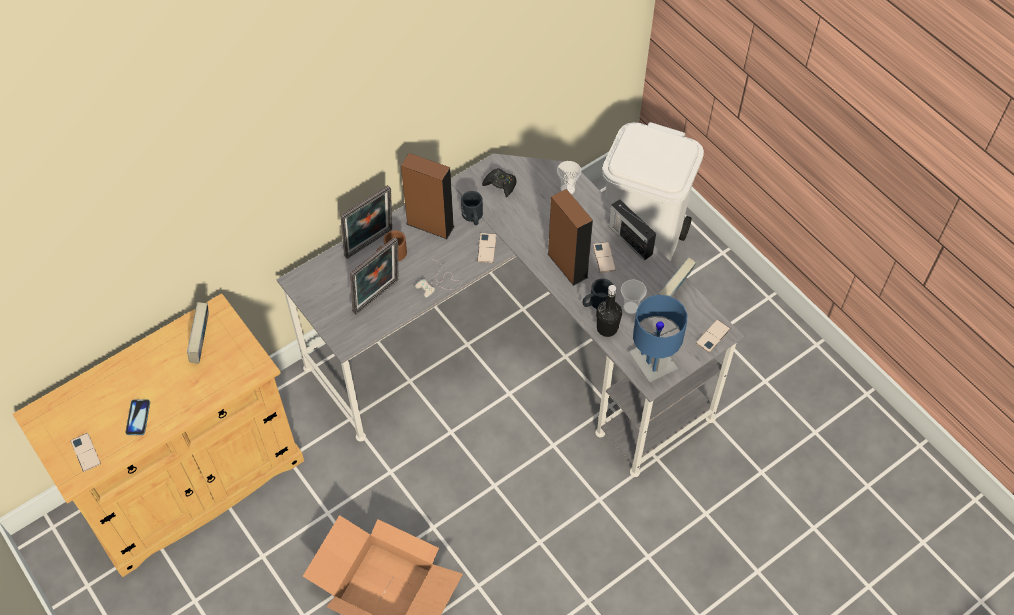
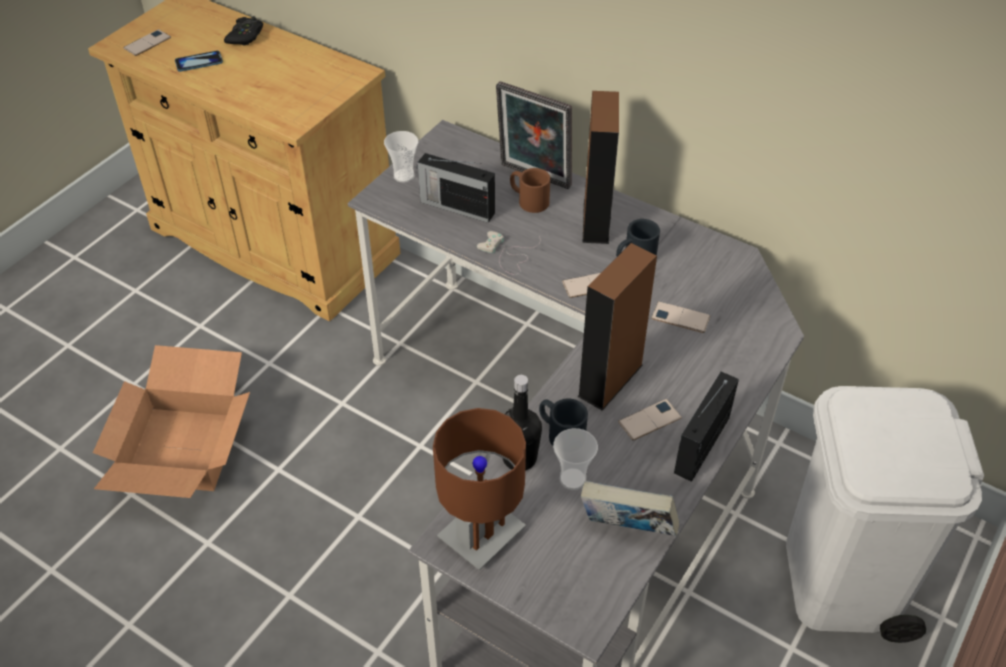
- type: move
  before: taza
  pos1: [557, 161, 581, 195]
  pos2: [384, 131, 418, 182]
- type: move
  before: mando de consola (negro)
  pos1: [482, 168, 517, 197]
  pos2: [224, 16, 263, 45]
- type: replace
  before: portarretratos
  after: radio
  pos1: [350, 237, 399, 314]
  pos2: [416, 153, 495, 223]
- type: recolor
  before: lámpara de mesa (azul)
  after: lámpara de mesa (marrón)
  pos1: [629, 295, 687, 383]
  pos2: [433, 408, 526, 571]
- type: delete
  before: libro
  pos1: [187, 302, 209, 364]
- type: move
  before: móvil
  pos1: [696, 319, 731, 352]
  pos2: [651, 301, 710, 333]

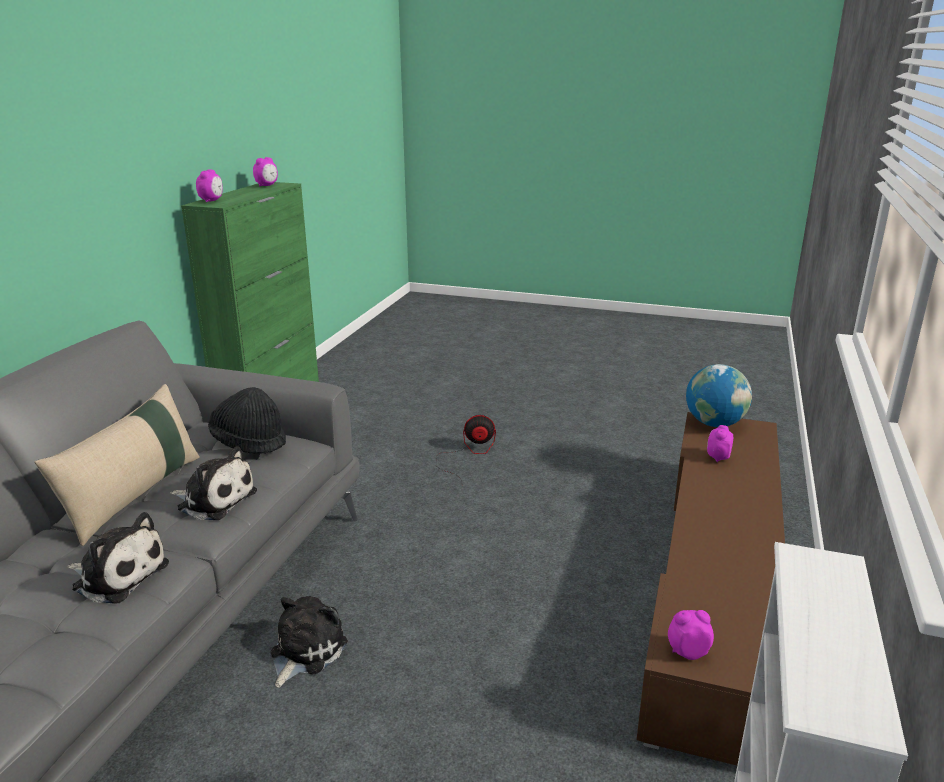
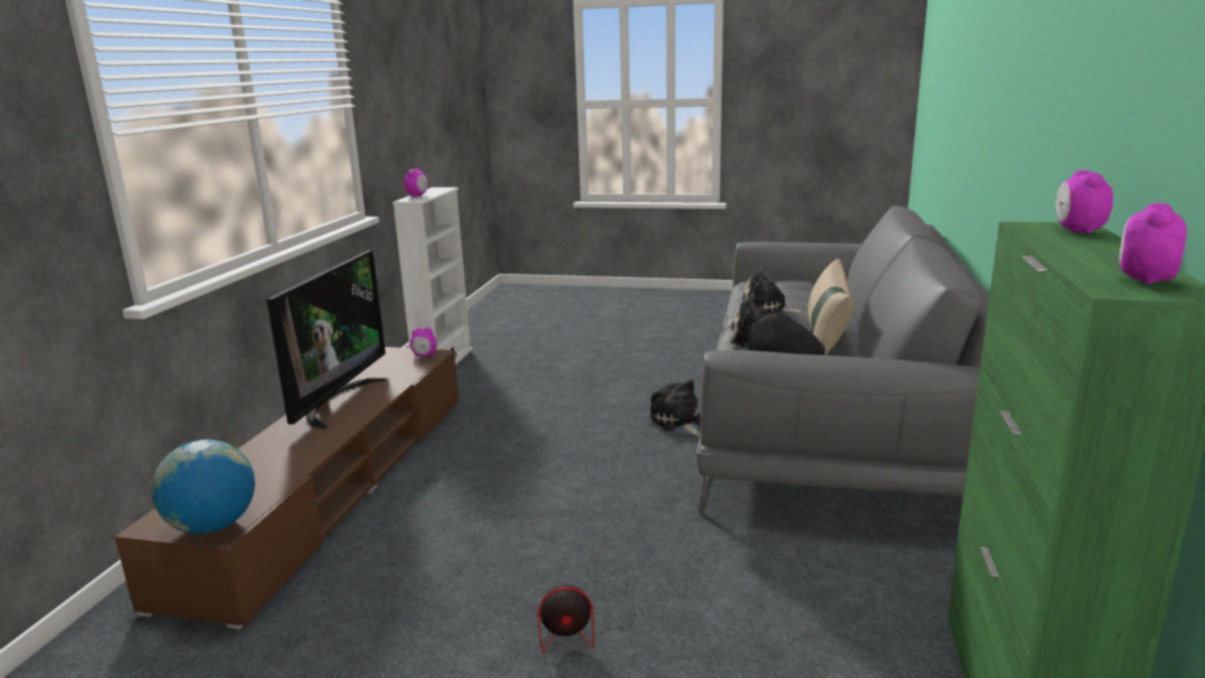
- type: move
  before: despertador
  pos1: [707, 425, 733, 462]
  pos2: [404, 169, 428, 197]
- type: rotate
  before: peluche
  pos1: [270, 596, 348, 688]
  pos2: [650, 379, 701, 436]
  turn: 135
- type: insert
  after: televisor
  pos2: [267, 250, 386, 430]

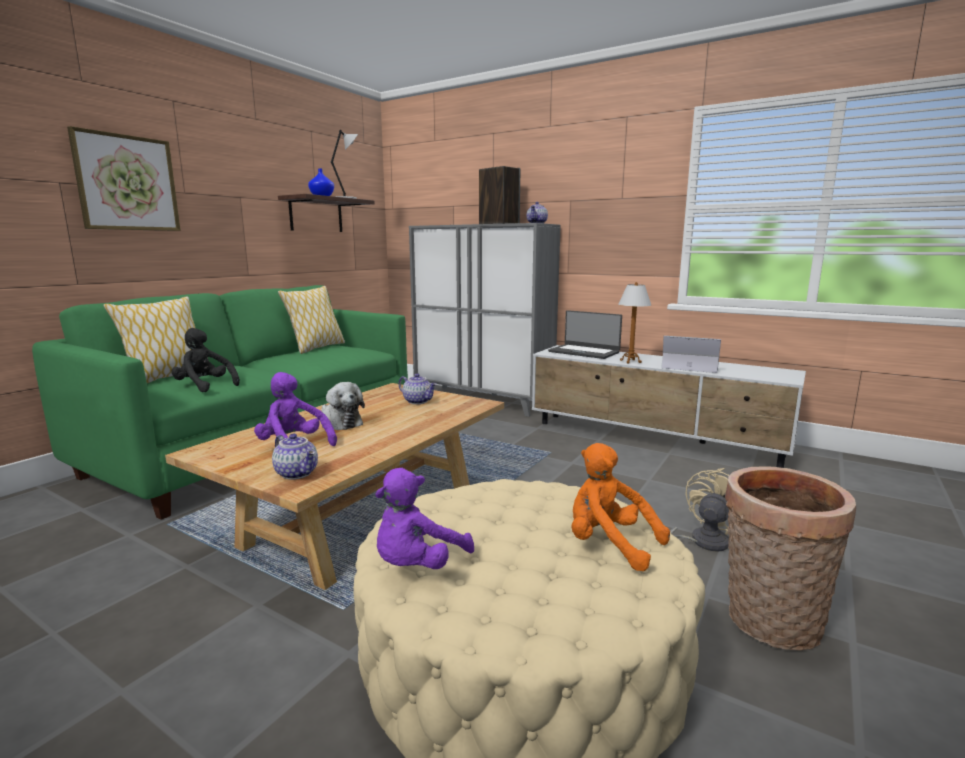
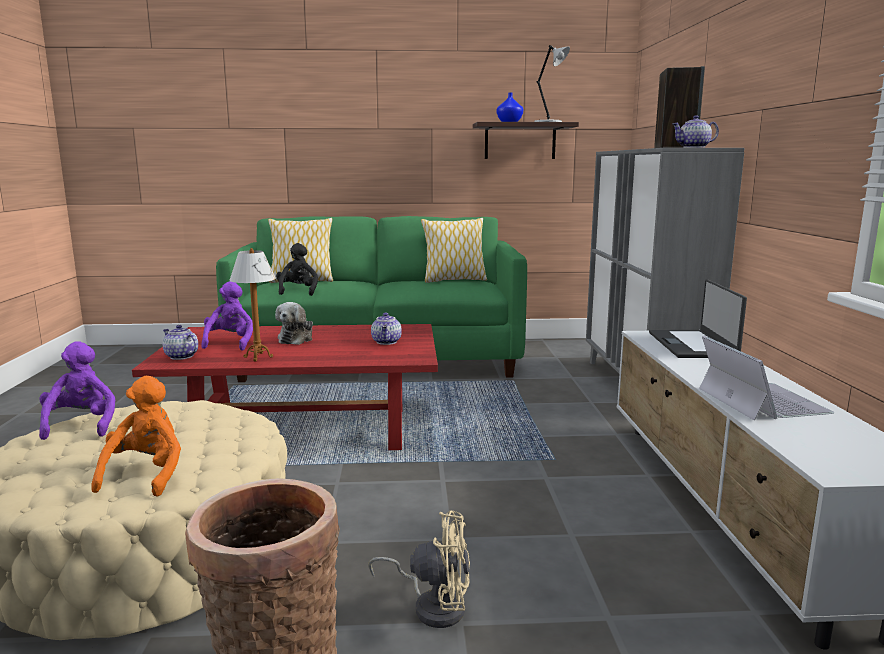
- type: delete
  before: cuadro
  pos1: [67, 126, 181, 231]
- type: move
  before: lámpara de mesa
  pos1: [618, 282, 651, 364]
  pos2: [229, 248, 276, 361]
- type: recolor
  before: mesa de centro (beis)
  after: mesa de centro (rojo)
  pos1: [165, 383, 504, 590]
  pos2: [132, 324, 438, 450]
- type: rotate
  before: tetera
  pos1: [272, 434, 318, 480]
  pos2: [163, 325, 198, 360]
  turn: 120
- type: rotate
  before: peluche (morado)
  pos1: [375, 468, 474, 569]
  pos2: [39, 341, 115, 440]
  turn: 75

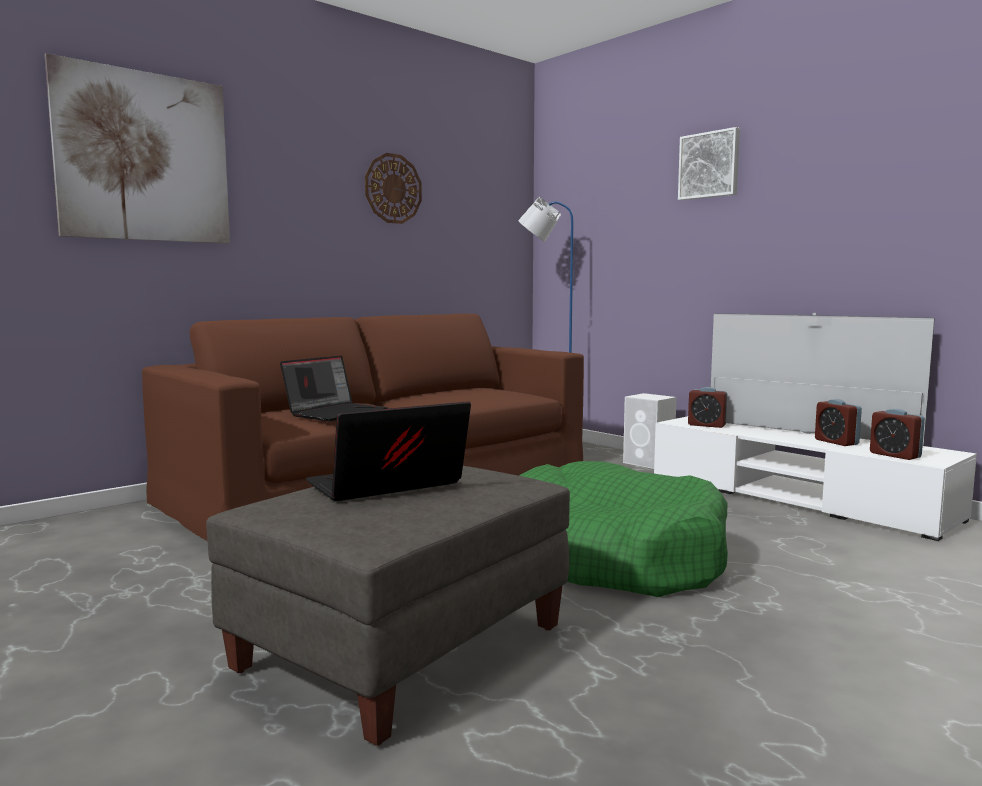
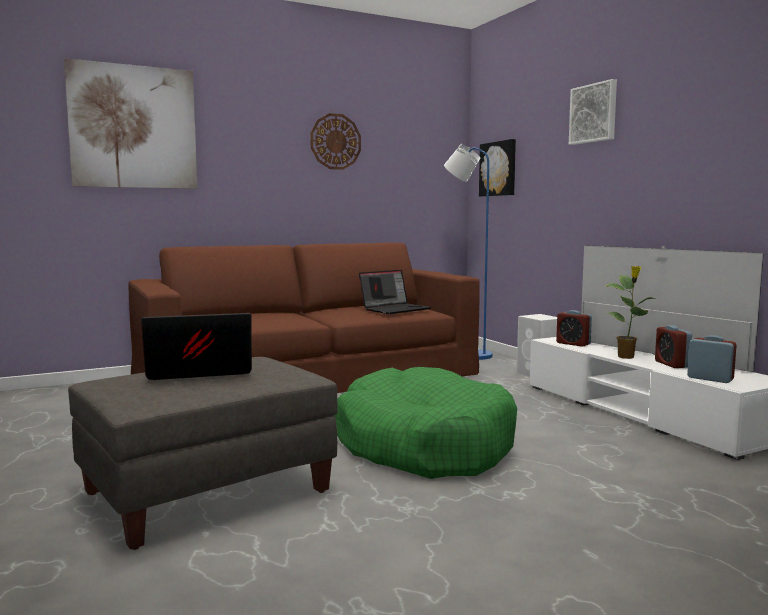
- type: move
  before: portátil
  pos1: [280, 355, 388, 421]
  pos2: [359, 270, 431, 314]
- type: rotate
  before: despertador
  pos1: [870, 409, 925, 460]
  pos2: [687, 335, 737, 383]
  turn: 150
- type: insert
  after: cuadro
  pos2: [479, 139, 516, 197]
- type: insert
  after: planta en maceta
  pos2: [604, 266, 657, 359]

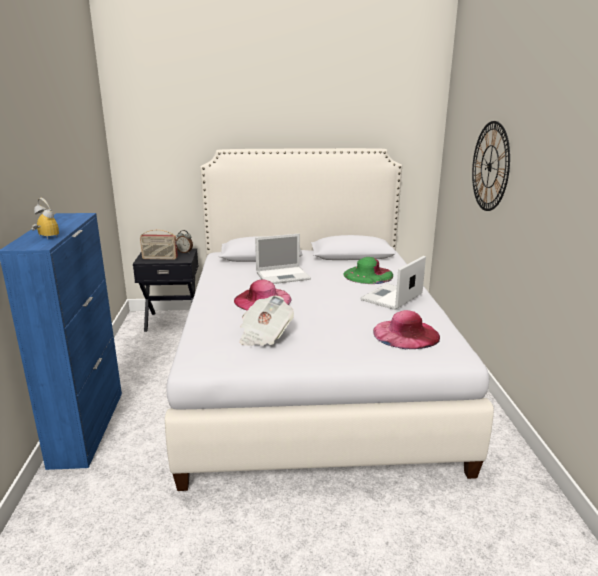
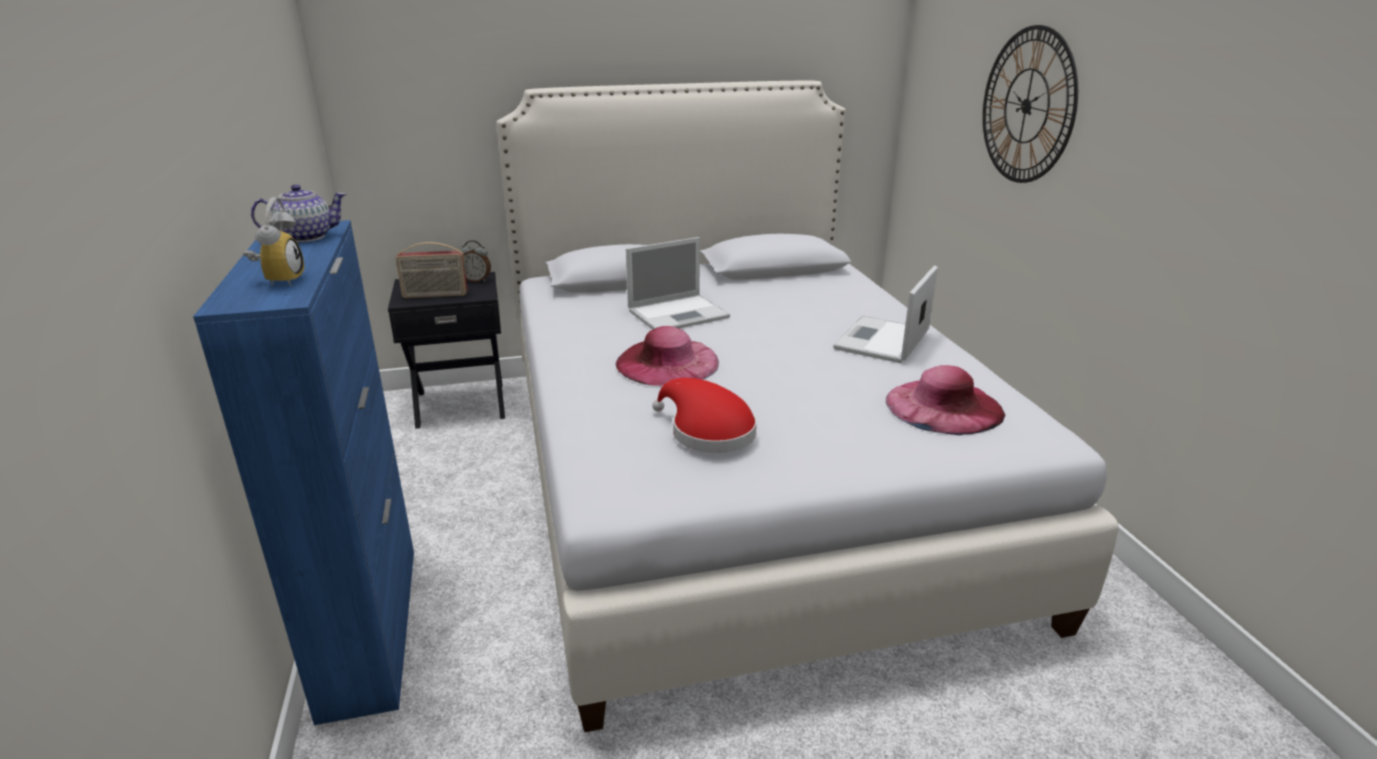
- type: rotate
  before: despertador
  pos1: [31, 198, 59, 240]
  pos2: [243, 197, 304, 286]
  turn: 60
- type: delete
  before: sombrero (verde)
  pos1: [343, 257, 393, 284]
- type: replace
  before: periódico
  after: sombrero (rojo)
  pos1: [240, 296, 294, 346]
  pos2: [652, 378, 757, 453]
- type: insert
  after: tetera
  pos2: [251, 184, 347, 242]

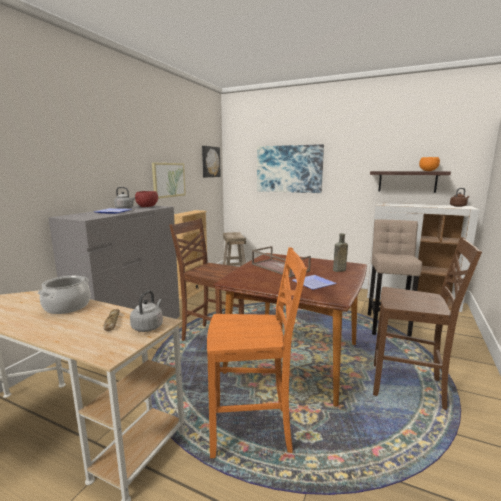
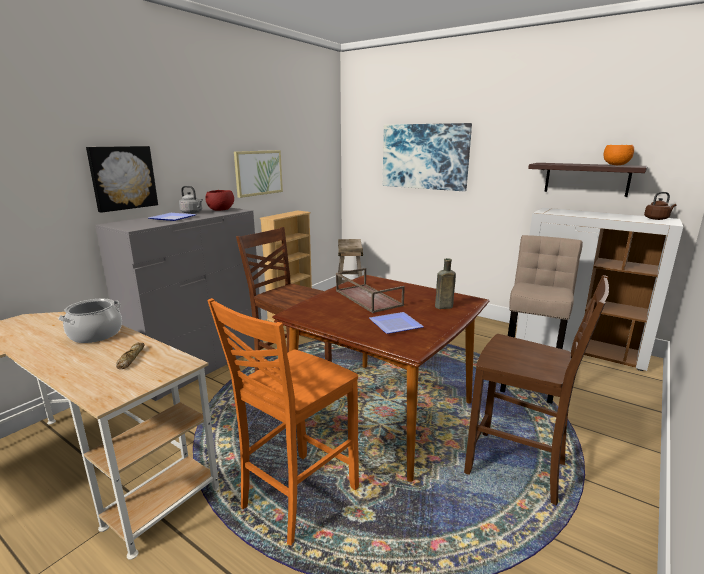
- type: move
  before: cuadro
  pos1: [202, 146, 221, 177]
  pos2: [86, 146, 158, 213]
- type: rotate
  before: silla (naranja)
  pos1: [207, 247, 307, 458]
  pos2: [207, 298, 359, 545]
  turn: 120
- type: delete
  before: hervidor (gris)
  pos1: [130, 290, 163, 332]

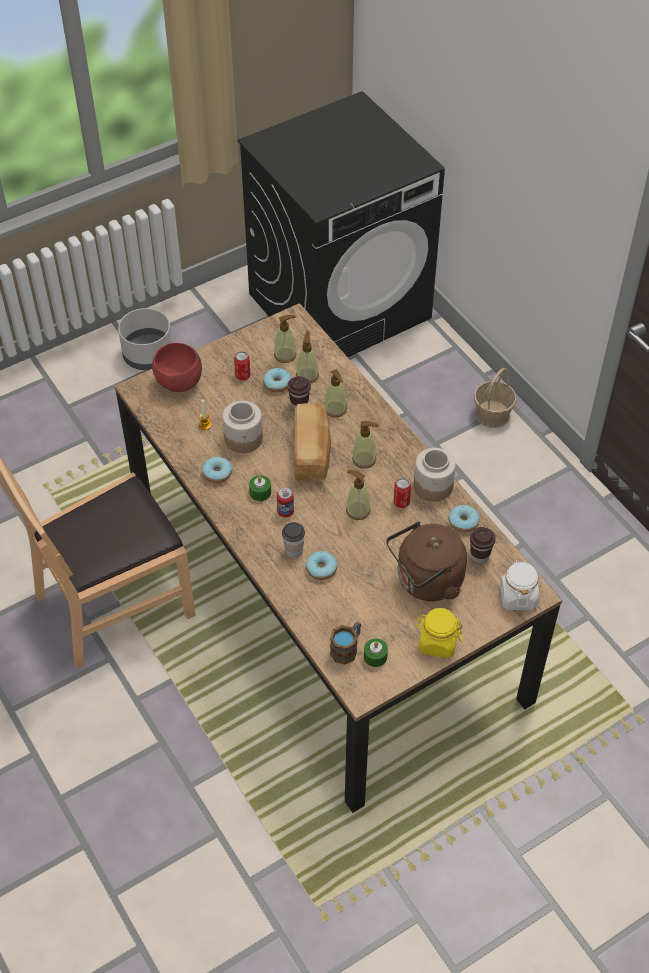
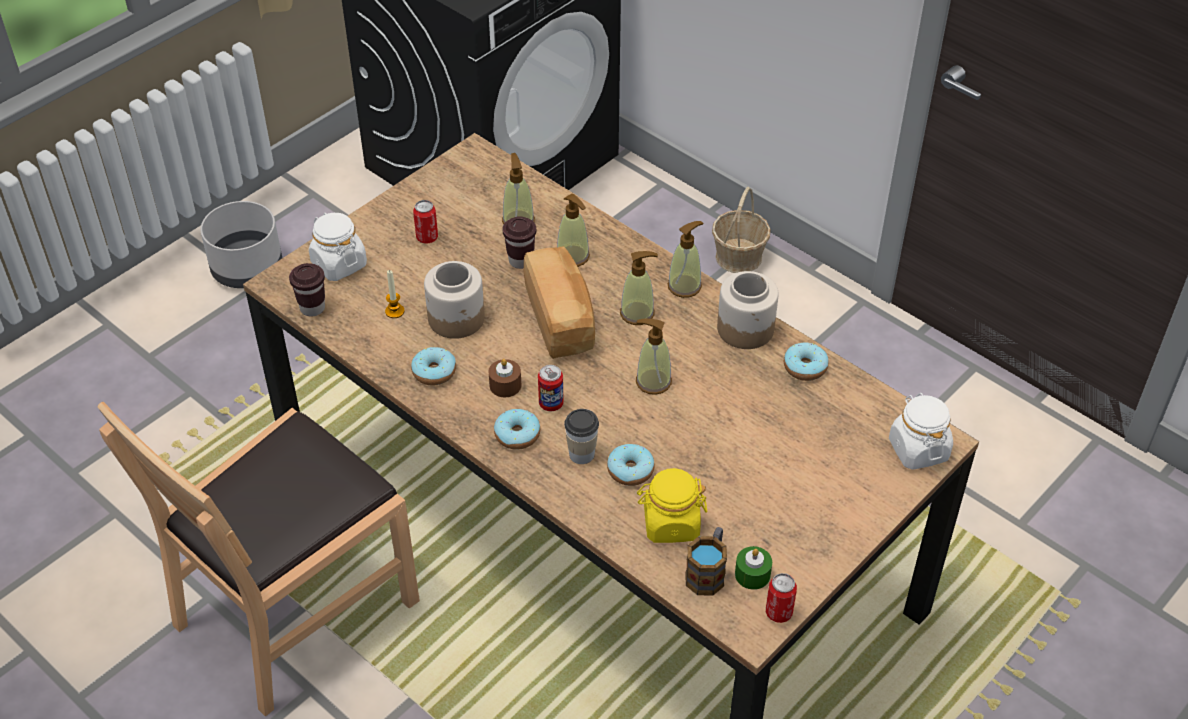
- type: move
  before: dispensador de jabón
  pos1: [274, 315, 297, 363]
  pos2: [668, 221, 704, 298]
- type: replace
  before: cuenco (rojo)
  after: tarro (blanco)
  pos1: [152, 343, 202, 392]
  pos2: [309, 213, 367, 281]
- type: move
  before: rosquilla
  pos1: [263, 368, 291, 393]
  pos2: [494, 409, 540, 450]
- type: recolor
  before: vela (verde)
  after: vela (marrón)
  pos1: [249, 475, 271, 501]
  pos2: [488, 359, 522, 397]
- type: move
  before: lata
  pos1: [394, 478, 411, 508]
  pos2: [766, 573, 797, 623]
- type: delete
  before: hervidor (marrón)
  pos1: [386, 521, 467, 601]
- type: move
  before: taza (marrón)
  pos1: [470, 527, 496, 564]
  pos2: [289, 263, 325, 316]
- type: move
  before: tarro (amarillo)
  pos1: [416, 608, 463, 658]
  pos2: [637, 468, 707, 543]

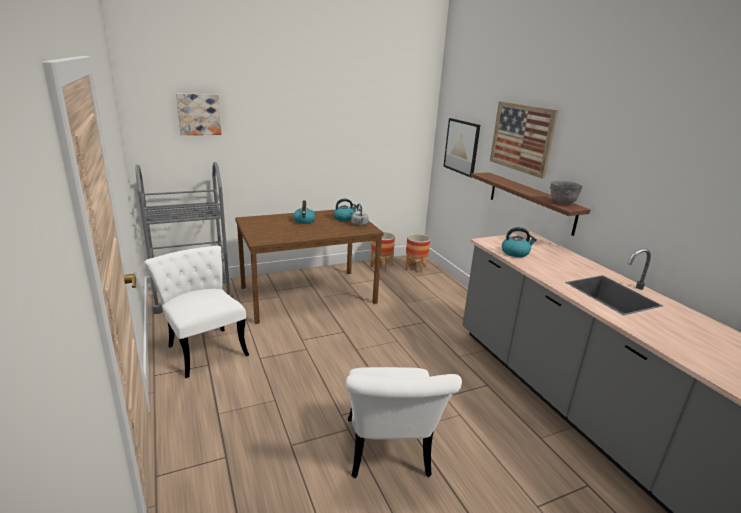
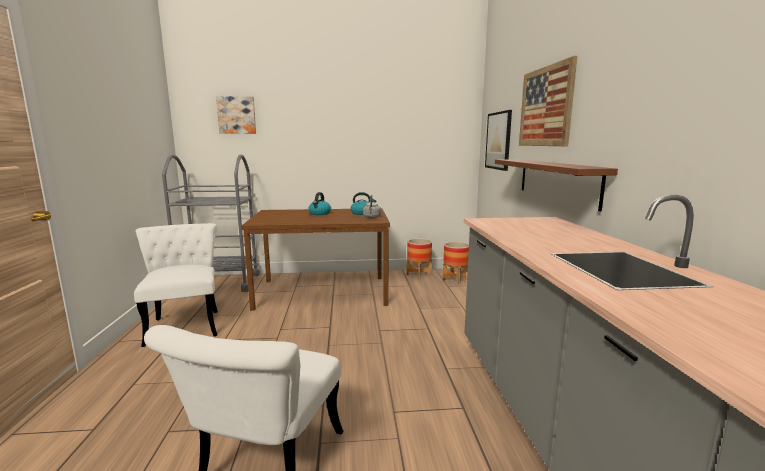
- type: delete
  before: cuenco (gris)
  pos1: [550, 181, 583, 204]
- type: delete
  before: hervidor
  pos1: [502, 227, 537, 257]

